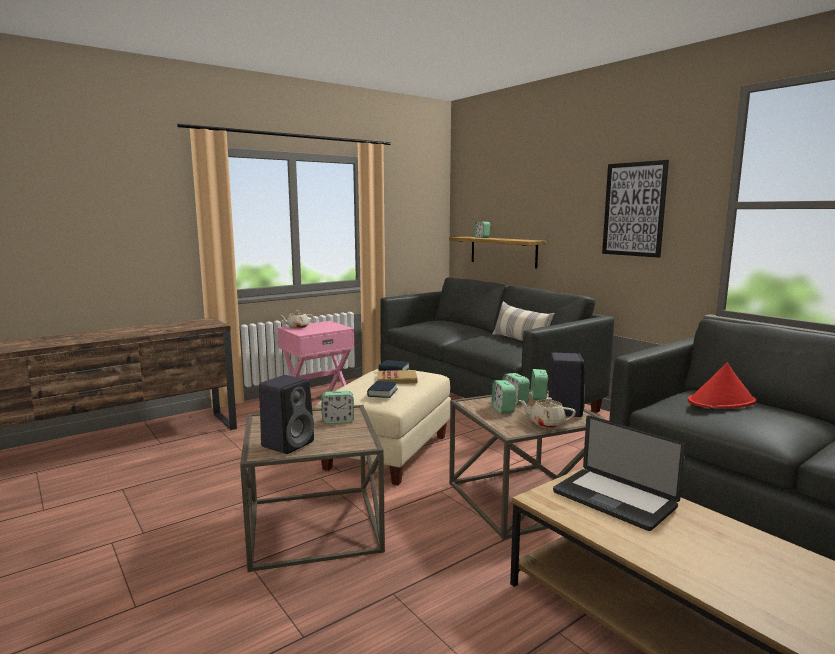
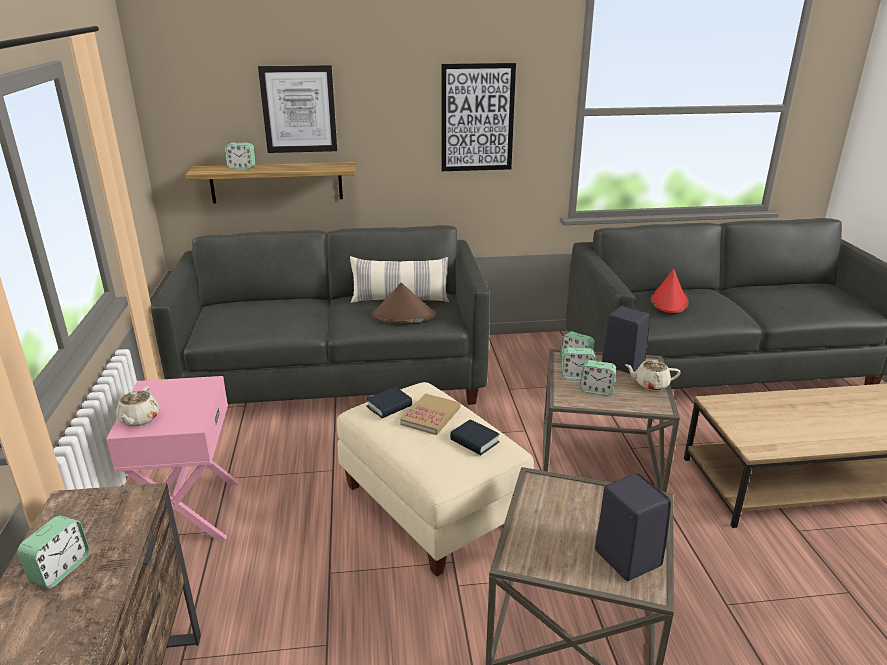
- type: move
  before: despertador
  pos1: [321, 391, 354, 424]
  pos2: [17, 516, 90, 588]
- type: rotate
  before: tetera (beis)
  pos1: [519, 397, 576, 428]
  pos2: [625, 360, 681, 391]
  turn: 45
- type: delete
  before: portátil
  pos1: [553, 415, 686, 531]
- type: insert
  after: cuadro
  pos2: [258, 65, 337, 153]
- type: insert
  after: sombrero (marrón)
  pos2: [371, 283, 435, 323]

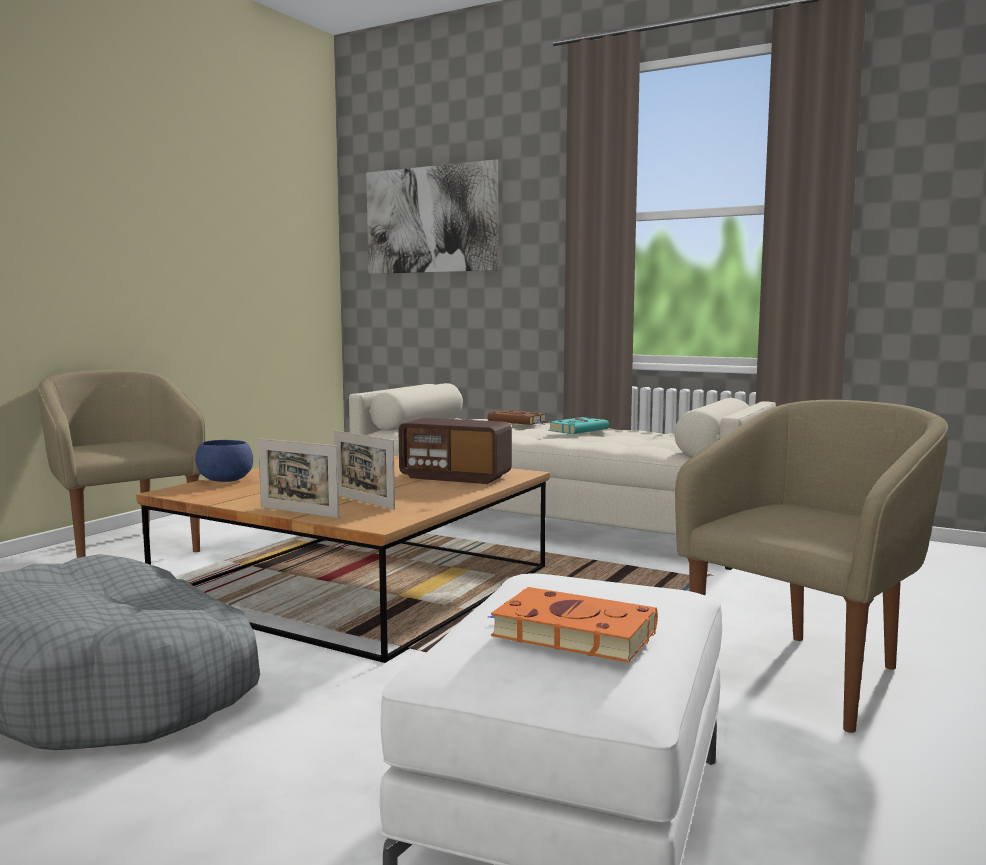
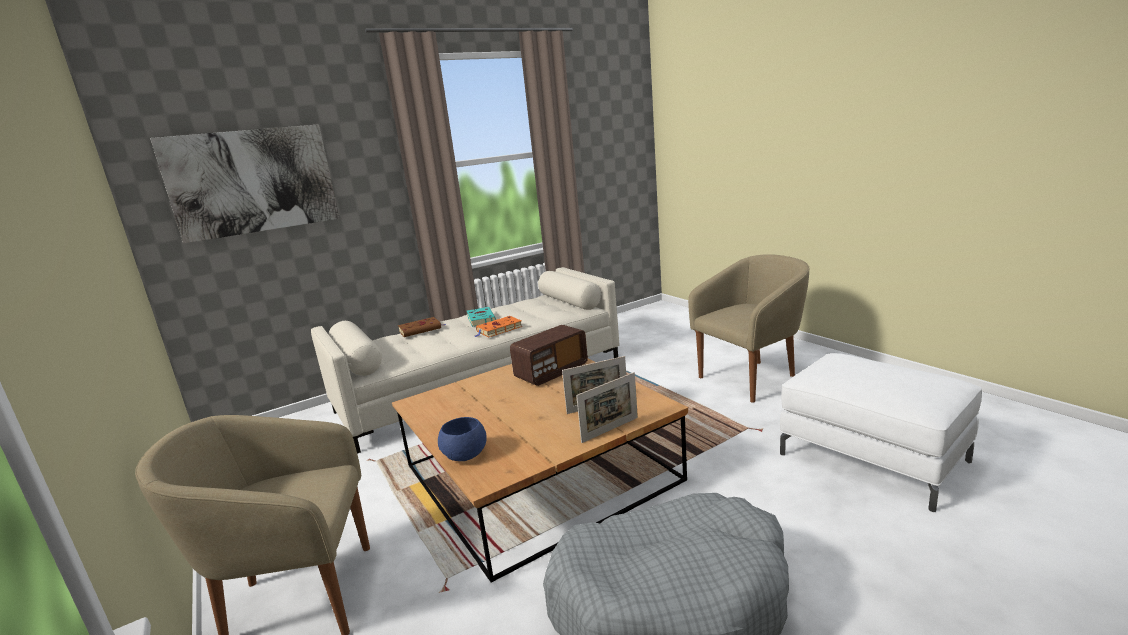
- type: rotate
  before: sillón (beis)
  pos1: [675, 400, 948, 733]
  pos2: [688, 254, 810, 403]
  turn: 75
- type: move
  before: libro (naranja)
  pos1: [488, 587, 658, 663]
  pos2: [475, 316, 523, 338]

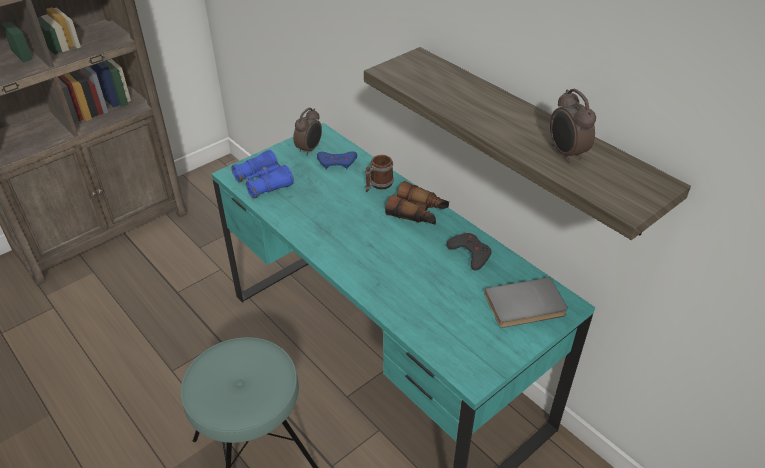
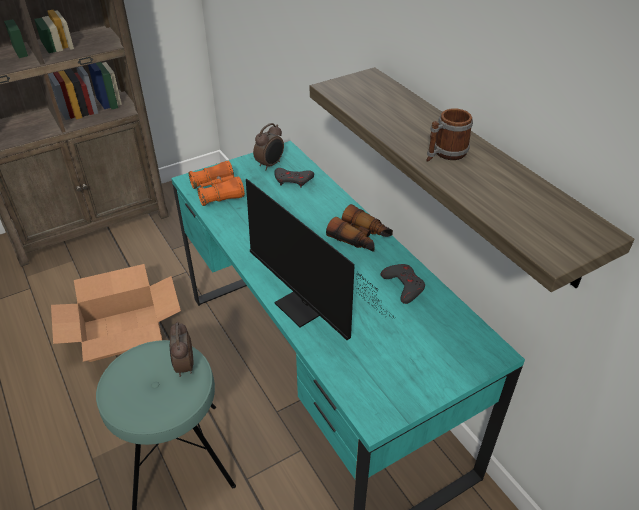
- type: move
  before: despertador
  pos1: [550, 89, 596, 163]
  pos2: [170, 321, 193, 377]
- type: recolor
  before: prismáticos (azul)
  after: prismáticos (naranja)
  pos1: [231, 150, 294, 199]
  pos2: [189, 161, 245, 206]
- type: recolor
  before: mando de consola (azul)
  after: mando de consola (gris)
  pos1: [317, 151, 357, 170]
  pos2: [274, 168, 314, 188]
- type: move
  before: taza grande
  pos1: [365, 155, 394, 192]
  pos2: [426, 109, 473, 162]
- type: delete
  before: libro (gris)
  pos1: [484, 277, 568, 328]
- type: insert
  after: monitor
  pos2: [246, 179, 395, 340]
- type: insert
  after: caja de cartón
  pos2: [51, 264, 181, 362]

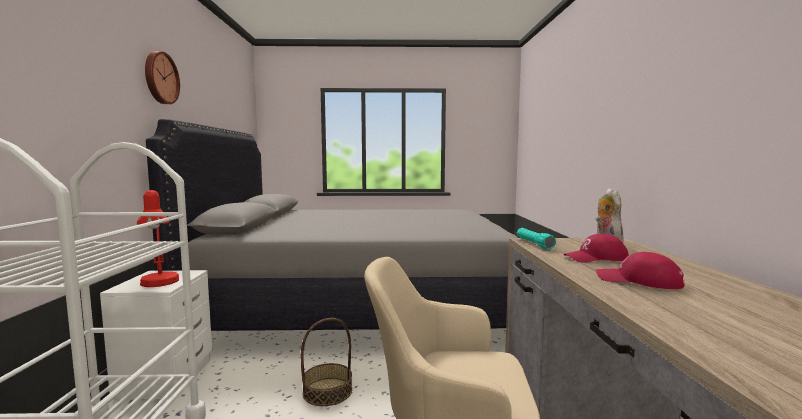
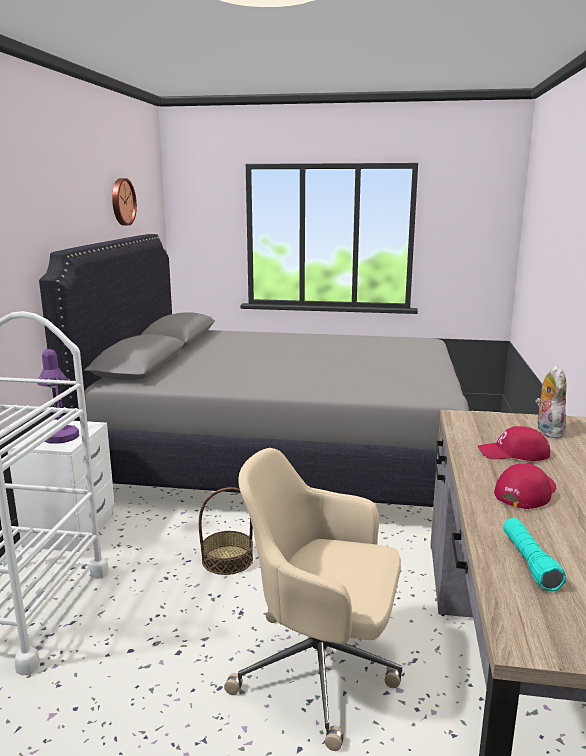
- type: move
  before: reloj de pared
  pos1: [145, 51, 180, 104]
  pos2: [112, 178, 137, 226]
- type: recolor
  before: lámpara de mesa (rojo)
  after: lámpara de mesa (morado)
  pos1: [137, 190, 179, 287]
  pos2: [37, 349, 79, 444]
- type: move
  before: linterna (turquesa)
  pos1: [517, 228, 556, 250]
  pos2: [503, 518, 566, 591]
- type: rotate
  before: gorra (rojo)
  pos1: [596, 252, 685, 289]
  pos2: [494, 463, 556, 509]
  turn: 90

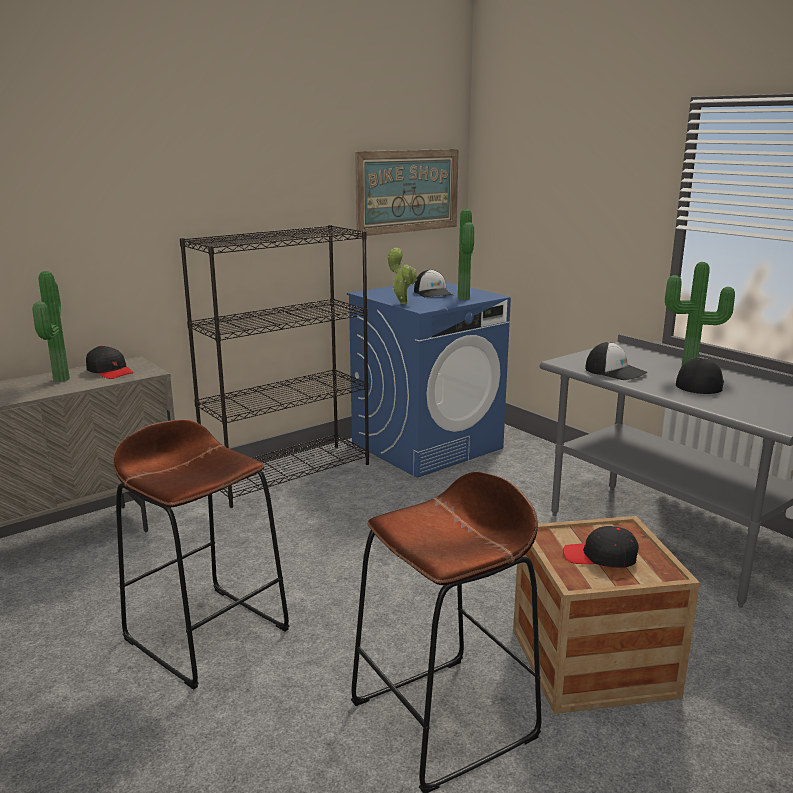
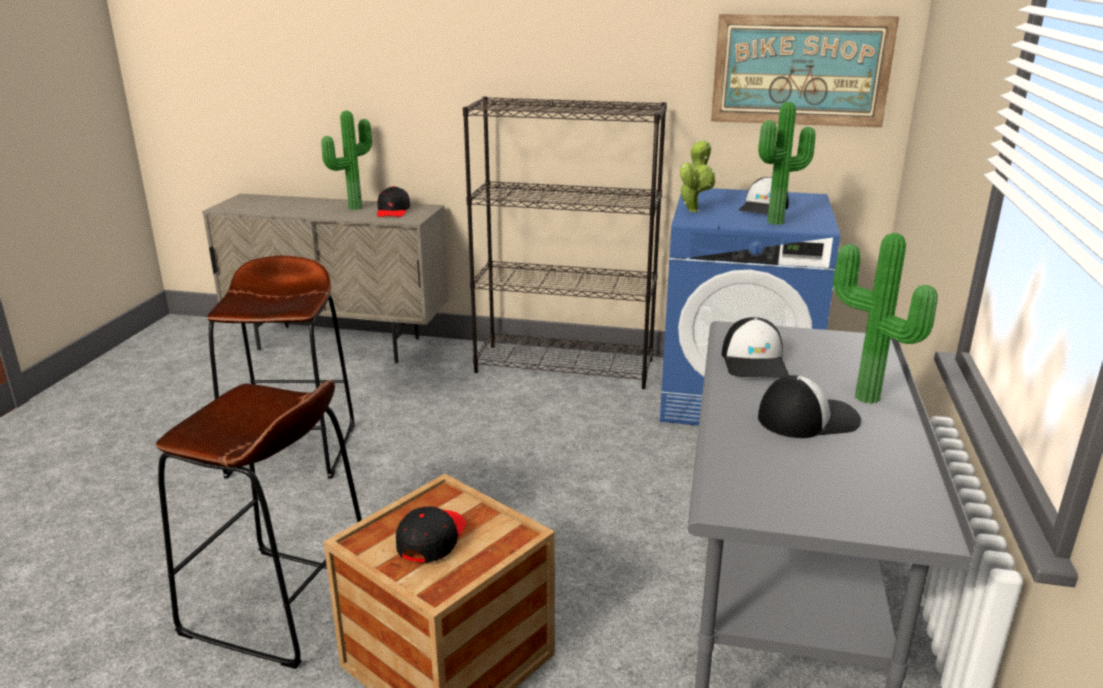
- type: rotate
  before: gorra (negro)
  pos1: [563, 526, 639, 568]
  pos2: [396, 506, 466, 563]
  turn: 45

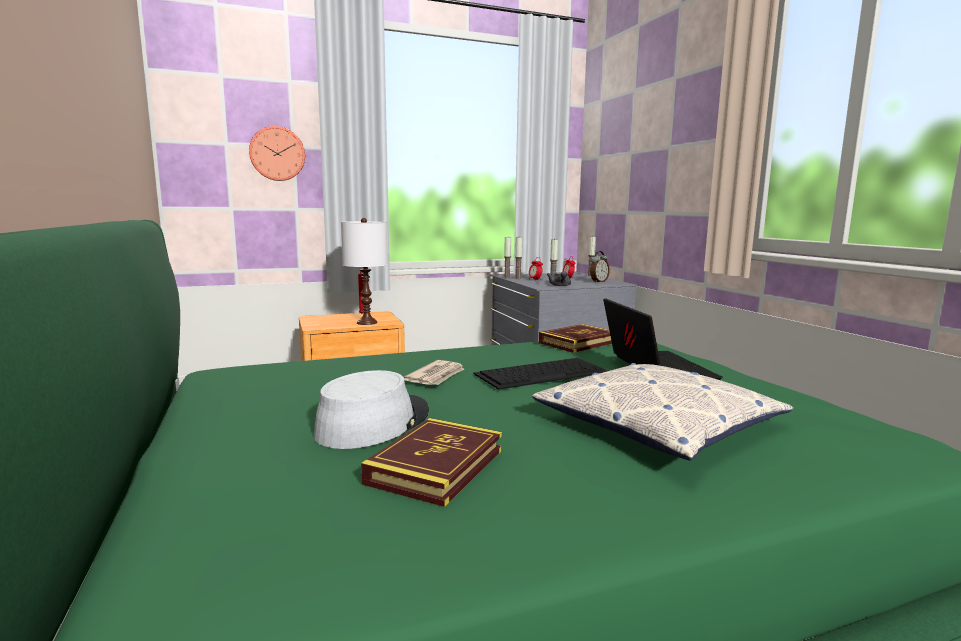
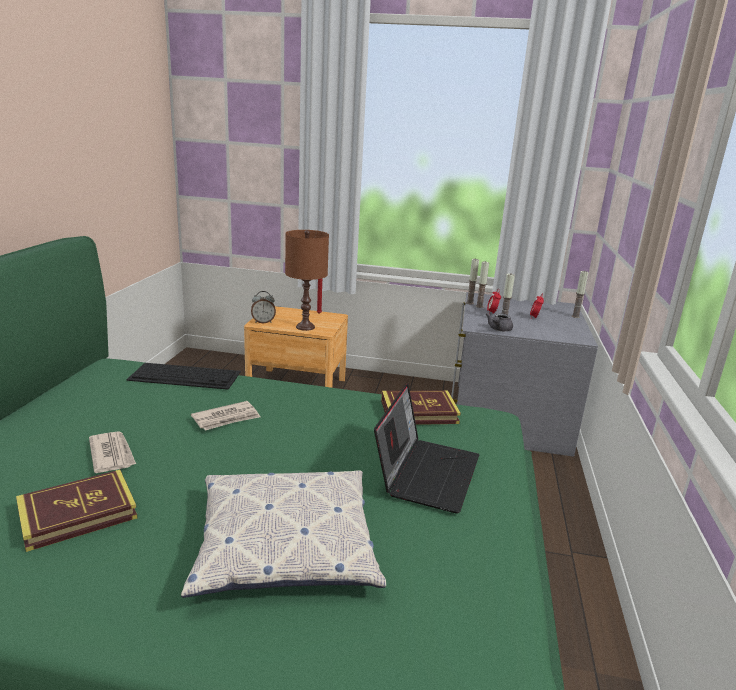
- type: delete
  before: reloj de pared
  pos1: [249, 126, 305, 181]
- type: recolor
  before: lámpara de mesa (blanco)
  after: lámpara de mesa (marrón)
  pos1: [341, 218, 388, 325]
  pos2: [285, 230, 329, 331]
- type: move
  before: despertador
  pos1: [590, 251, 610, 283]
  pos2: [251, 291, 276, 324]
- type: move
  before: teclado
  pos1: [473, 358, 608, 390]
  pos2: [126, 363, 241, 390]
- type: replace
  before: sombrero (gris)
  after: periódico
  pos1: [313, 370, 429, 449]
  pos2: [89, 431, 136, 473]

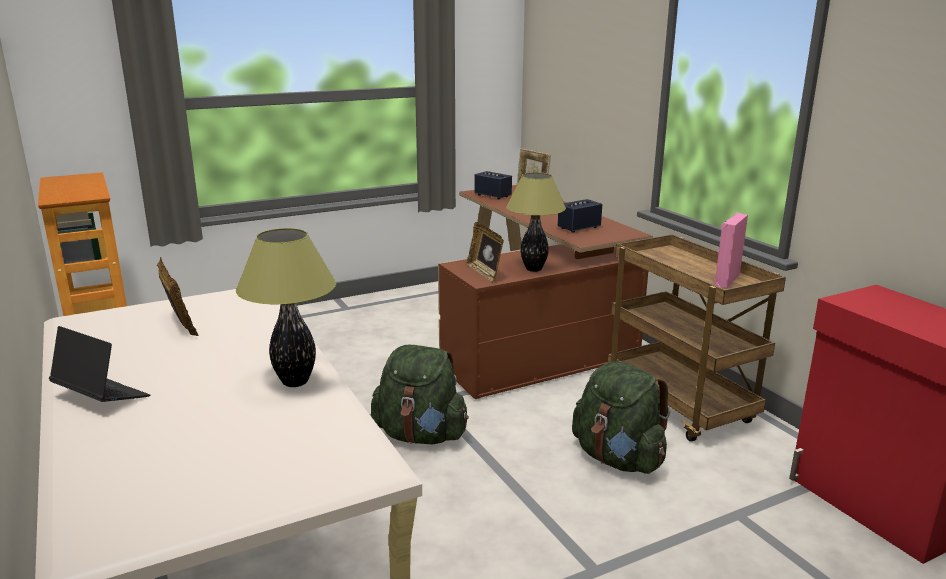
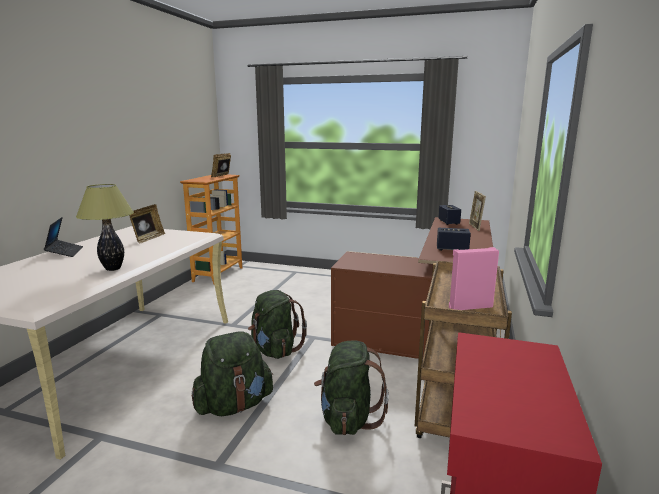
- type: delete
  before: lámpara de mesa
  pos1: [506, 172, 566, 272]
- type: move
  before: portarretratos
  pos1: [467, 222, 504, 283]
  pos2: [211, 153, 231, 177]
- type: insert
  after: mochila (verde)
  pos2: [192, 331, 274, 416]

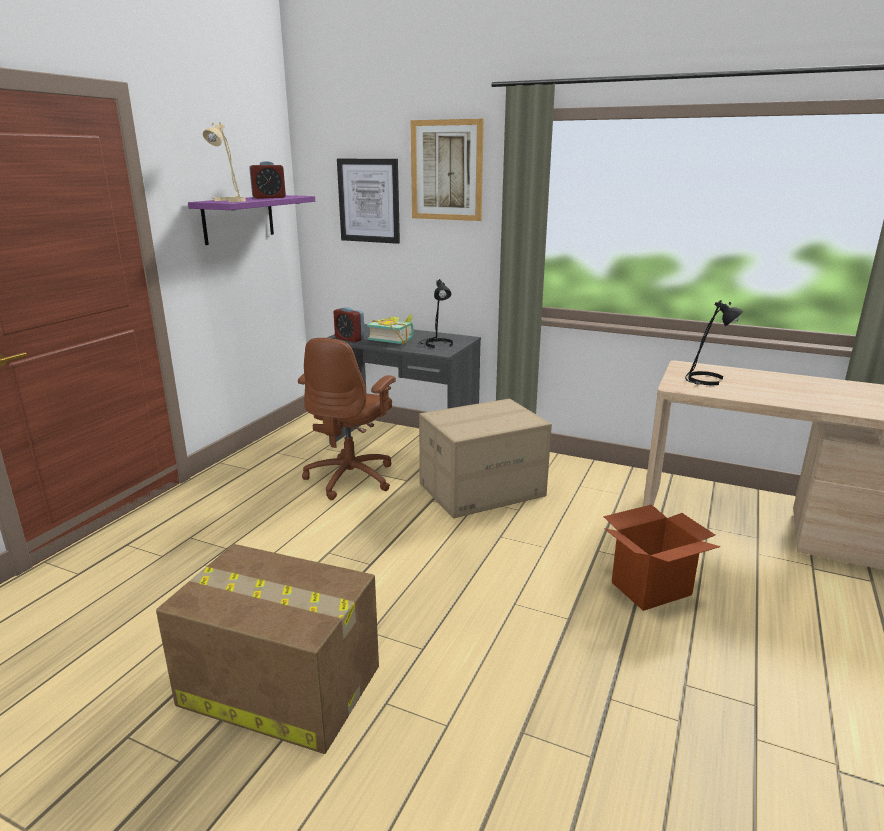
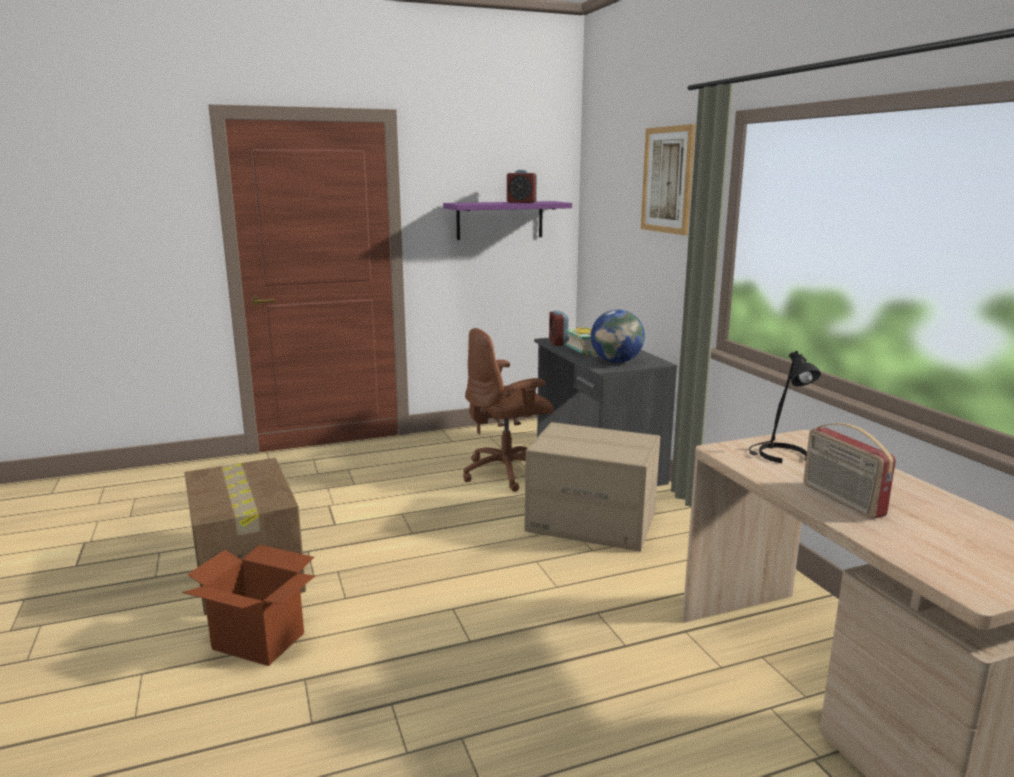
- type: delete
  before: lámpara de mesa (beis)
  pos1: [203, 122, 246, 202]
- type: delete
  before: cuadro
  pos1: [337, 159, 400, 244]
- type: replace
  before: lámpara de mesa (negro)
  after: globo terráqueo
  pos1: [419, 279, 453, 348]
  pos2: [591, 309, 645, 363]
- type: move
  before: caja de cartón
  pos1: [603, 504, 720, 611]
  pos2: [182, 545, 316, 666]
- type: insert
  after: radio
  pos2: [803, 423, 896, 519]

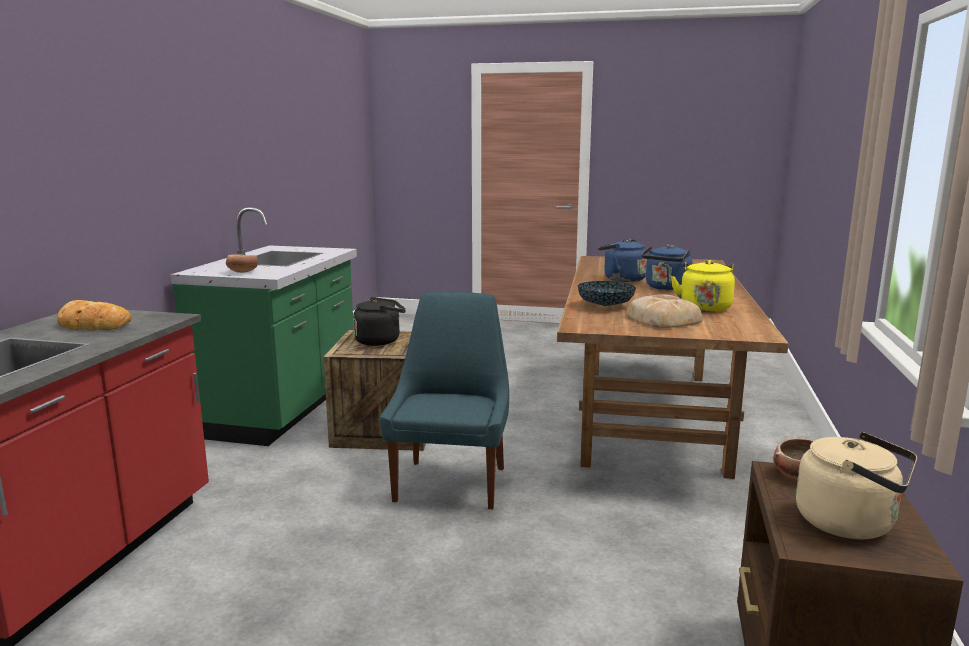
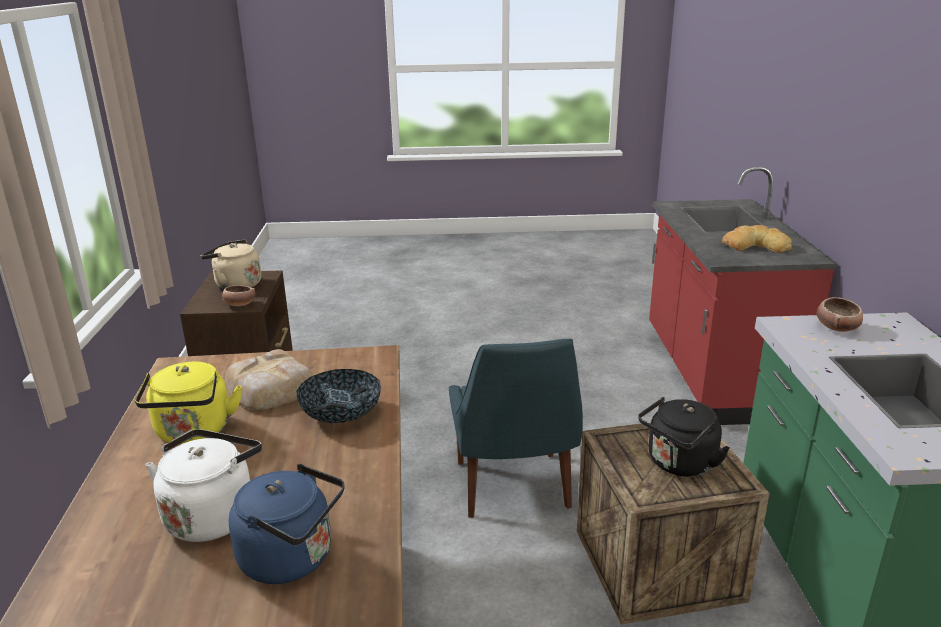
- type: recolor
  before: hervidor (azul)
  after: hervidor (blanco)
  pos1: [641, 244, 692, 290]
  pos2: [145, 429, 262, 542]

